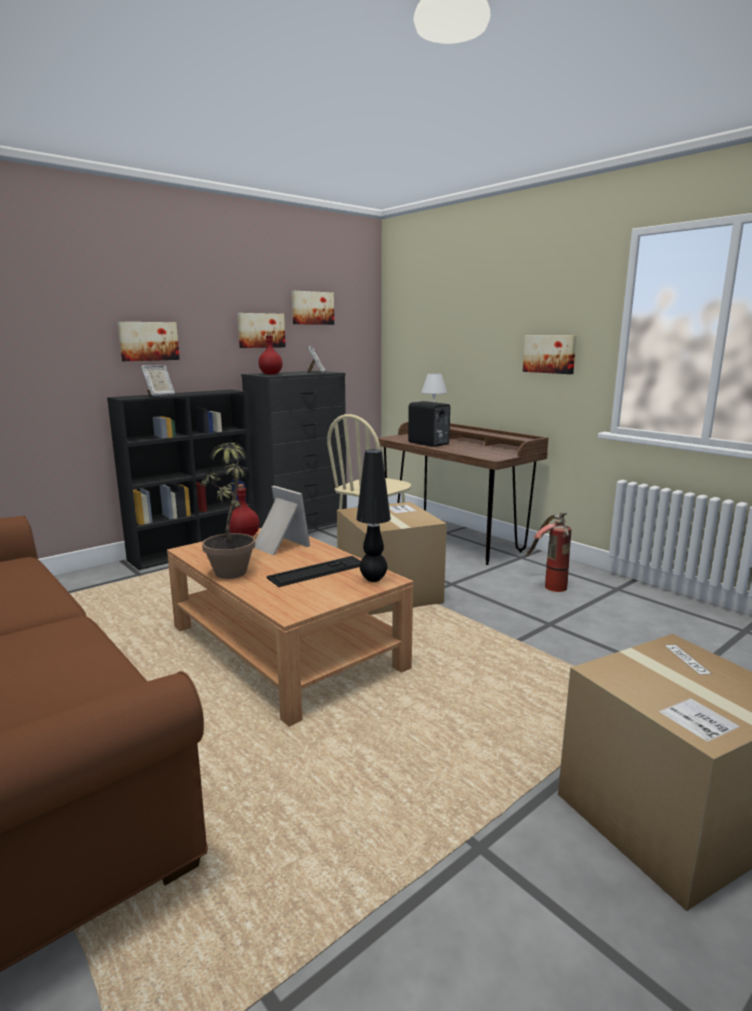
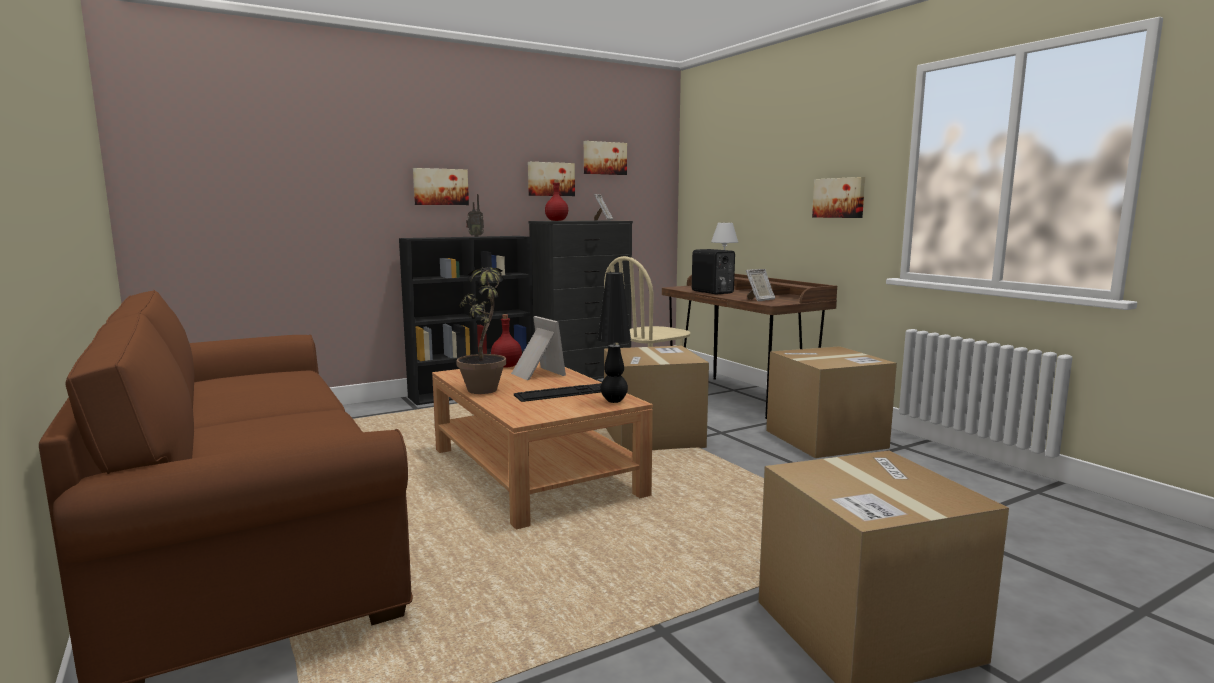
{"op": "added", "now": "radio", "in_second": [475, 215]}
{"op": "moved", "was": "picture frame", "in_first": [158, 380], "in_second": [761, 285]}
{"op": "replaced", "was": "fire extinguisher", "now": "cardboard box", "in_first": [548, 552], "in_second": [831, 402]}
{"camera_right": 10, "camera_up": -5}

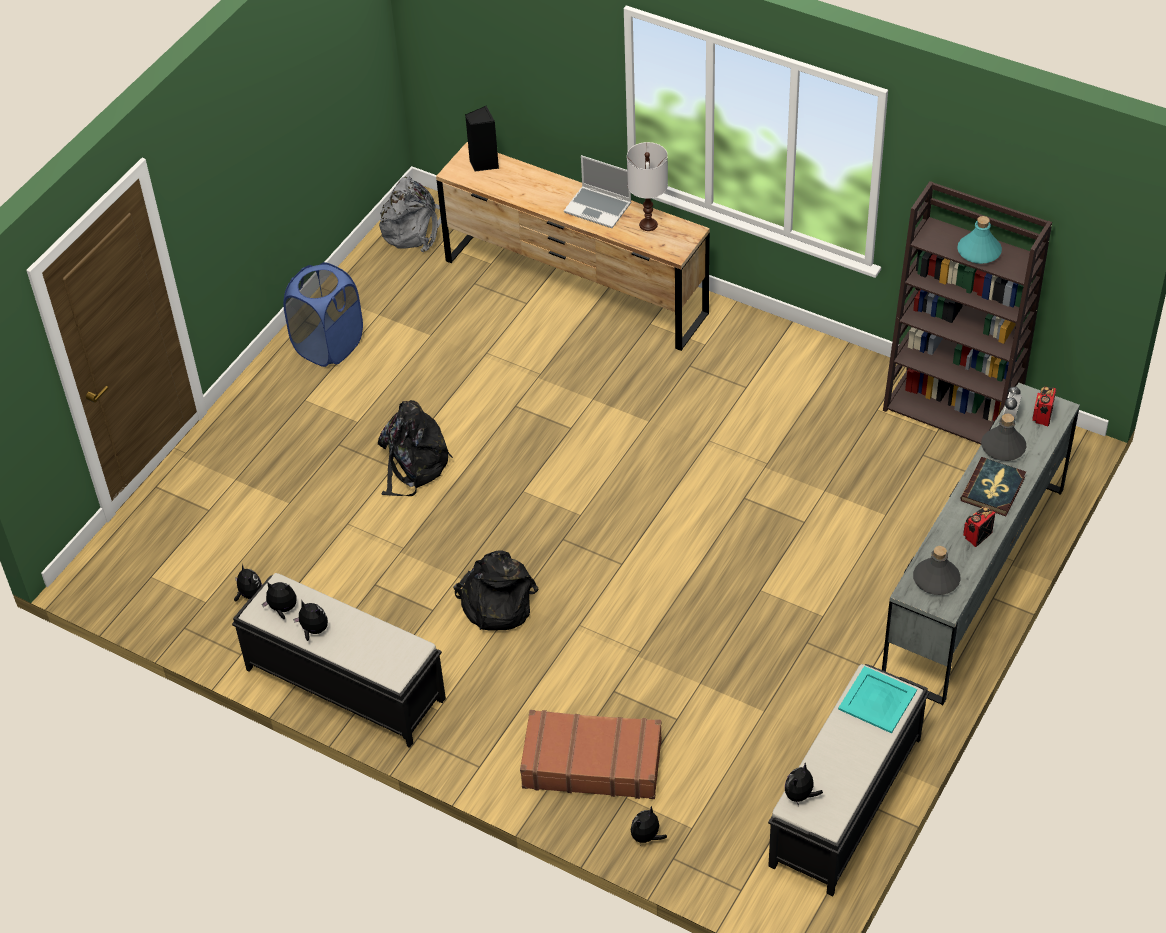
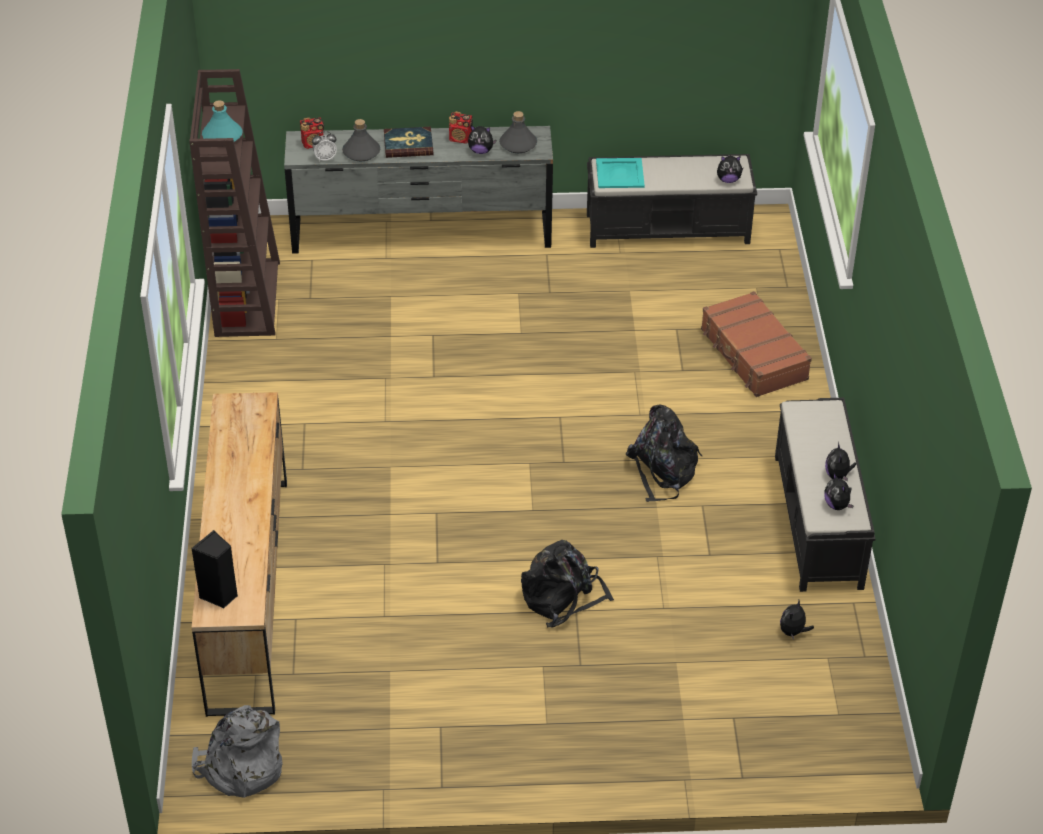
{"op": "moved", "was": "plush toy", "in_first": [649, 826], "in_second": [482, 140]}
{"op": "removed", "was": "blue laundry basket", "in_first": [323, 314]}
{"op": "removed", "was": "laptop", "in_first": [597, 191]}
{"op": "removed", "was": "white table lamp", "in_first": [647, 186]}
{"camera_right": -125, "camera_up": -5}

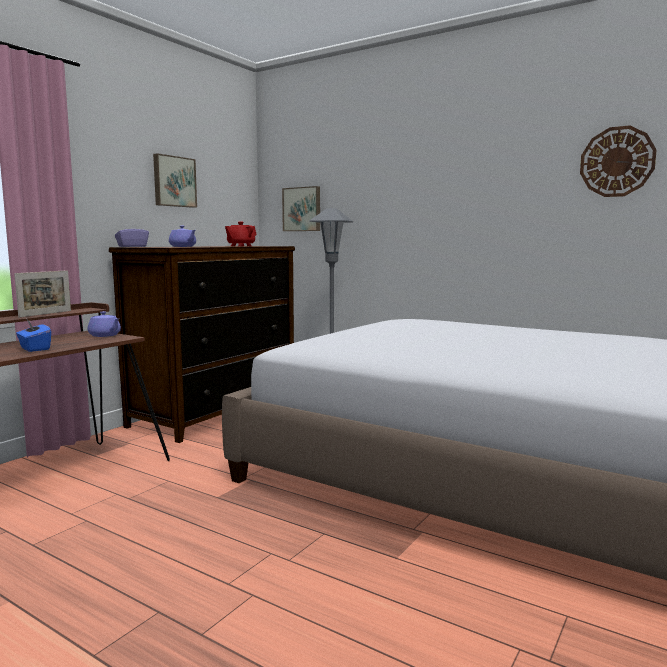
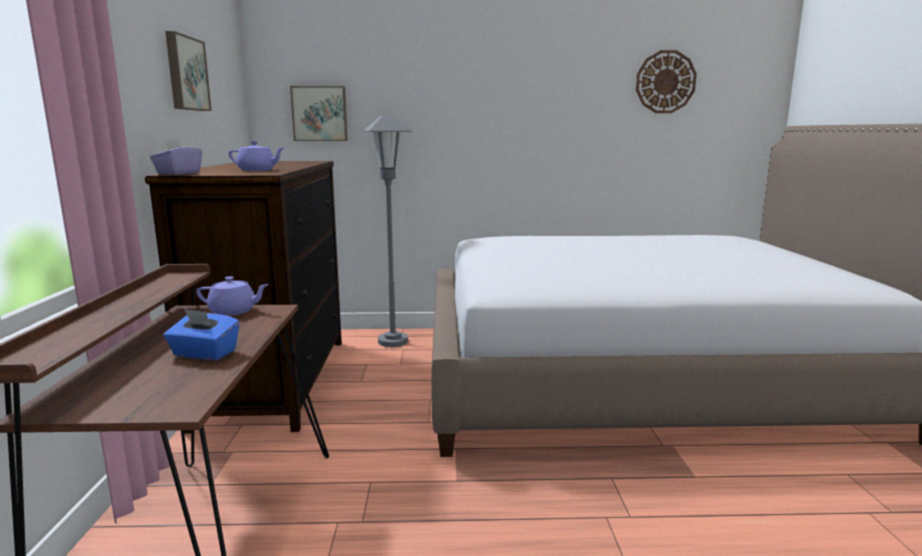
{"op": "removed", "was": "picture frame", "in_first": [42, 293]}
{"op": "removed", "was": "red teapot", "in_first": [241, 234]}
{"camera_right": -35, "camera_up": 5}

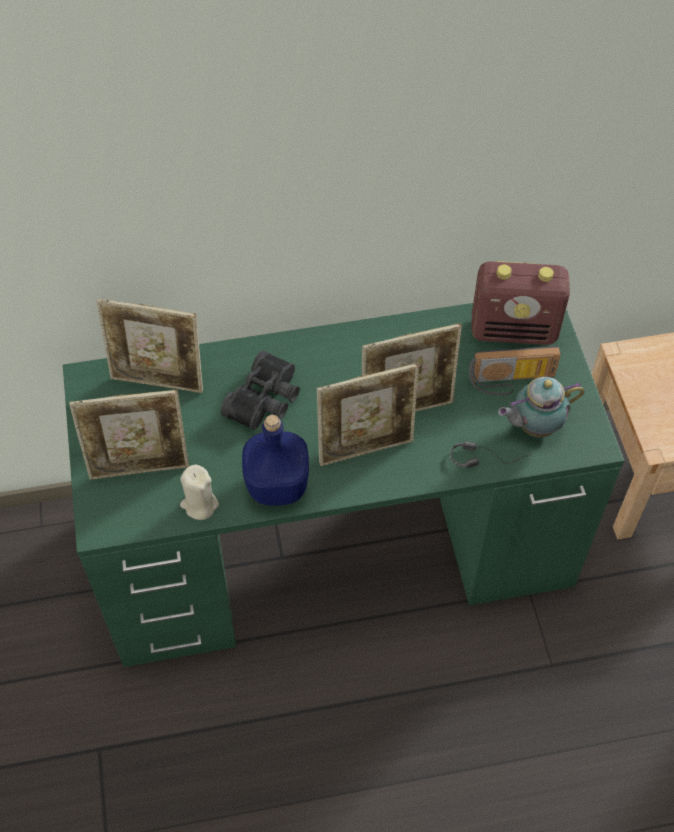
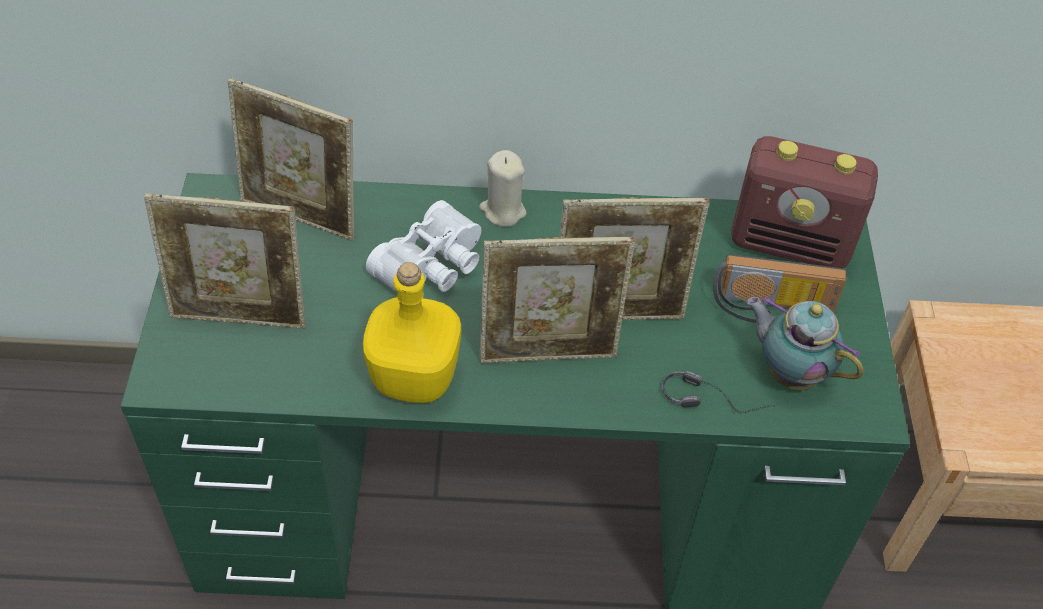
{"op": "recoloured", "was": "blue bottle", "now": "yellow bottle", "in_first": [275, 460], "in_second": [412, 332]}
{"op": "recoloured", "was": "black binoculars", "now": "white binoculars", "in_first": [260, 390], "in_second": [423, 246]}
{"op": "moved", "was": "beige candle", "in_first": [199, 492], "in_second": [503, 188]}
{"op": "turned", "was": "teapot", "in_first": [541, 407], "in_second": [805, 343], "clockwise": 45}
{"camera_right": 10, "camera_up": -5}

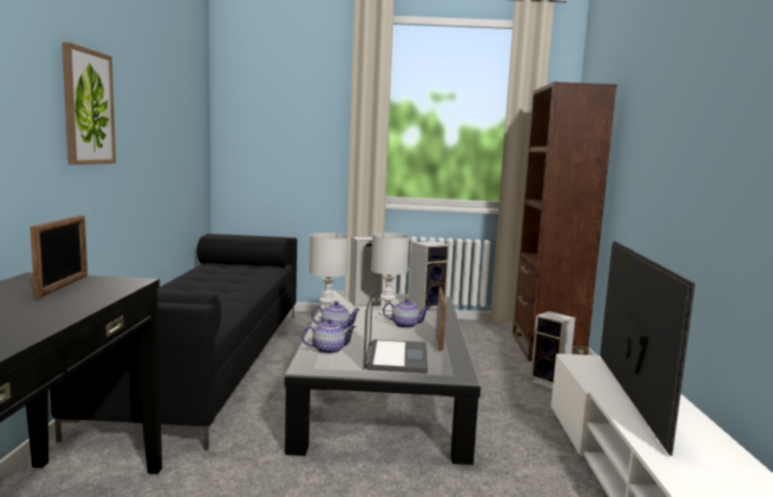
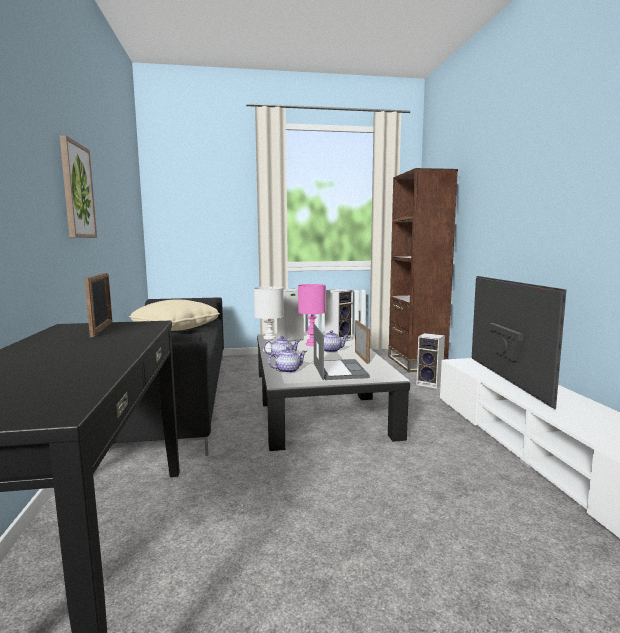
{"op": "added", "now": "beige pillow", "in_second": [174, 315]}
{"op": "recoloured", "was": "white table lamp", "now": "pink table lamp", "in_first": [390, 274], "in_second": [312, 315]}
{"camera_right": -10, "camera_up": 0}

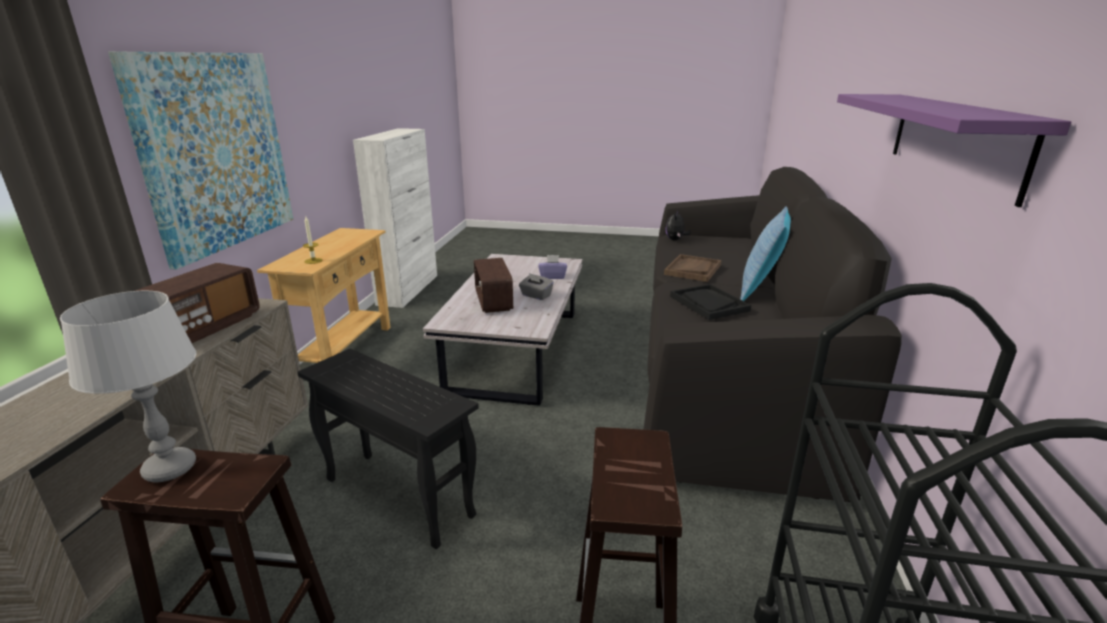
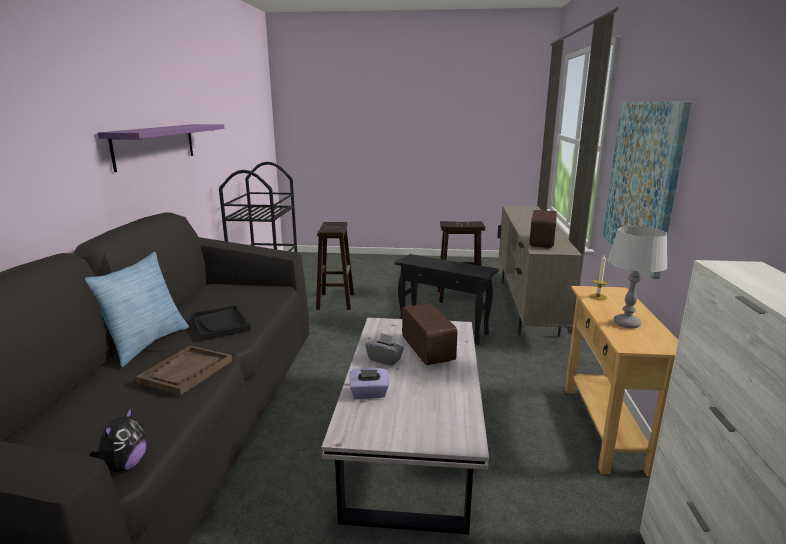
{"op": "moved", "was": "grey table lamp", "in_first": [128, 386], "in_second": [637, 277]}
{"camera_right": 175, "camera_up": -5}

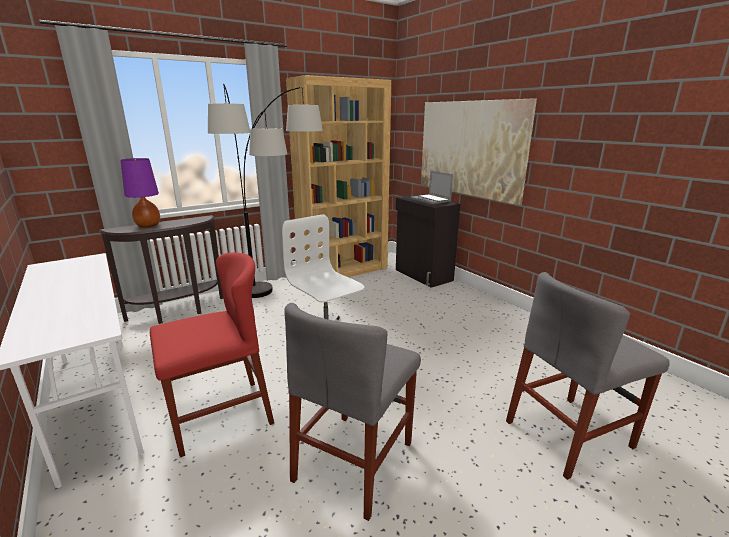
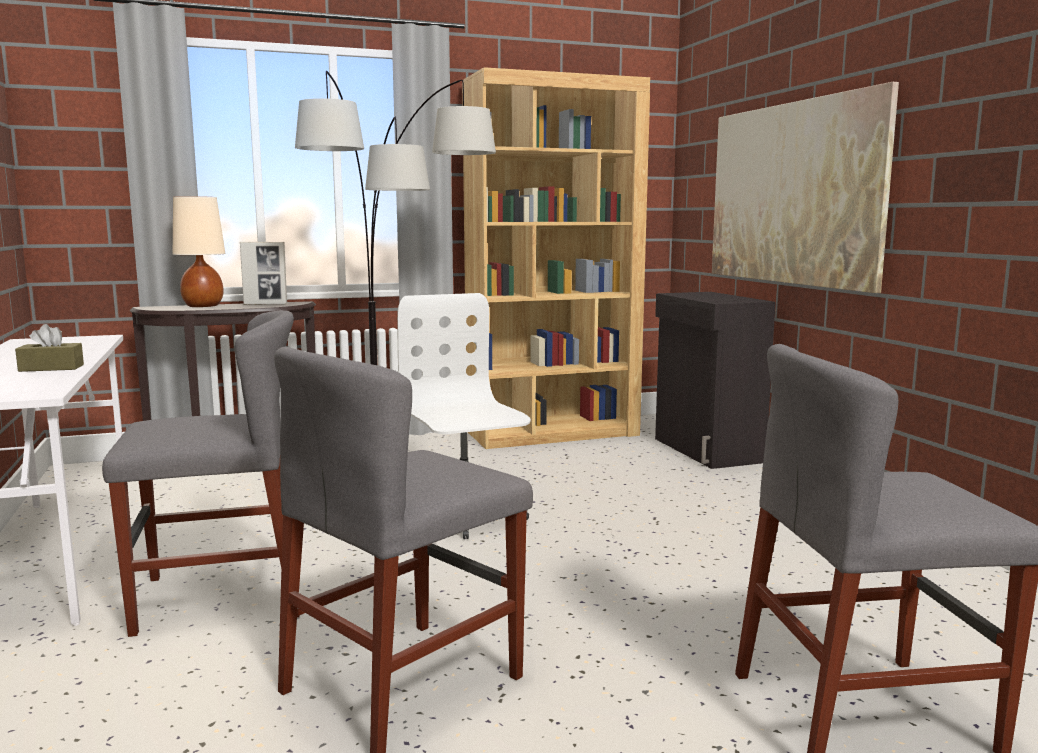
{"op": "added", "now": "brown tissue box", "in_second": [49, 348]}
{"op": "recoloured", "was": "red chair", "now": "grey chair", "in_first": [212, 355], "in_second": [201, 473]}
{"op": "recoloured", "was": "purple table lamp", "now": "beige table lamp", "in_first": [140, 193], "in_second": [199, 251]}
{"op": "added", "now": "picture frame", "in_second": [263, 273]}
{"op": "removed", "was": "laptop", "in_first": [431, 187]}
{"camera_right": 15, "camera_up": -10}

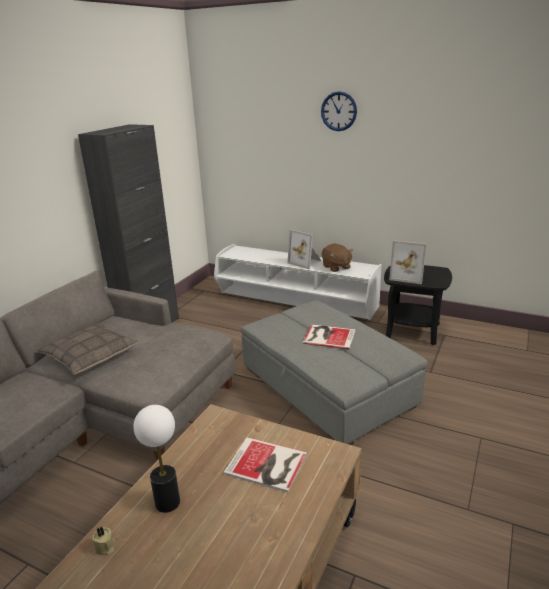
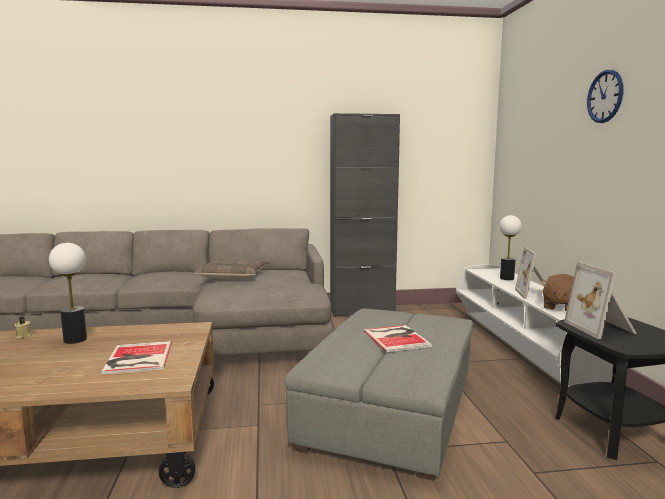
{"op": "added", "now": "table lamp", "in_second": [511, 247]}
{"camera_right": 55, "camera_up": -15}

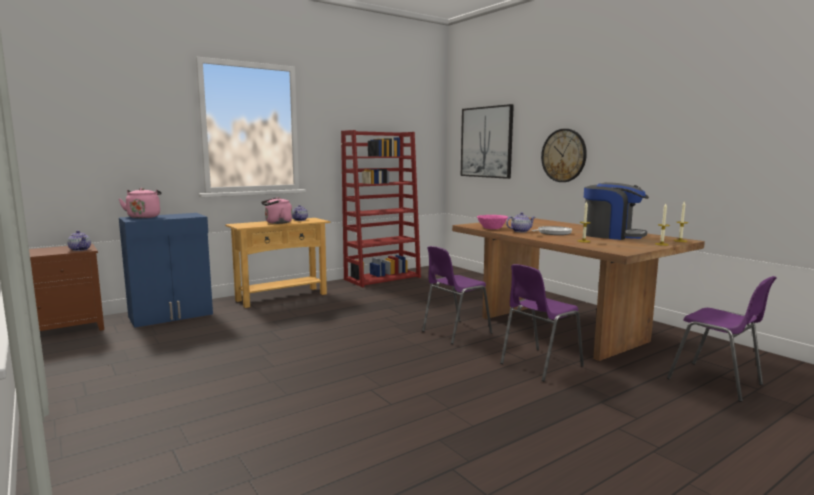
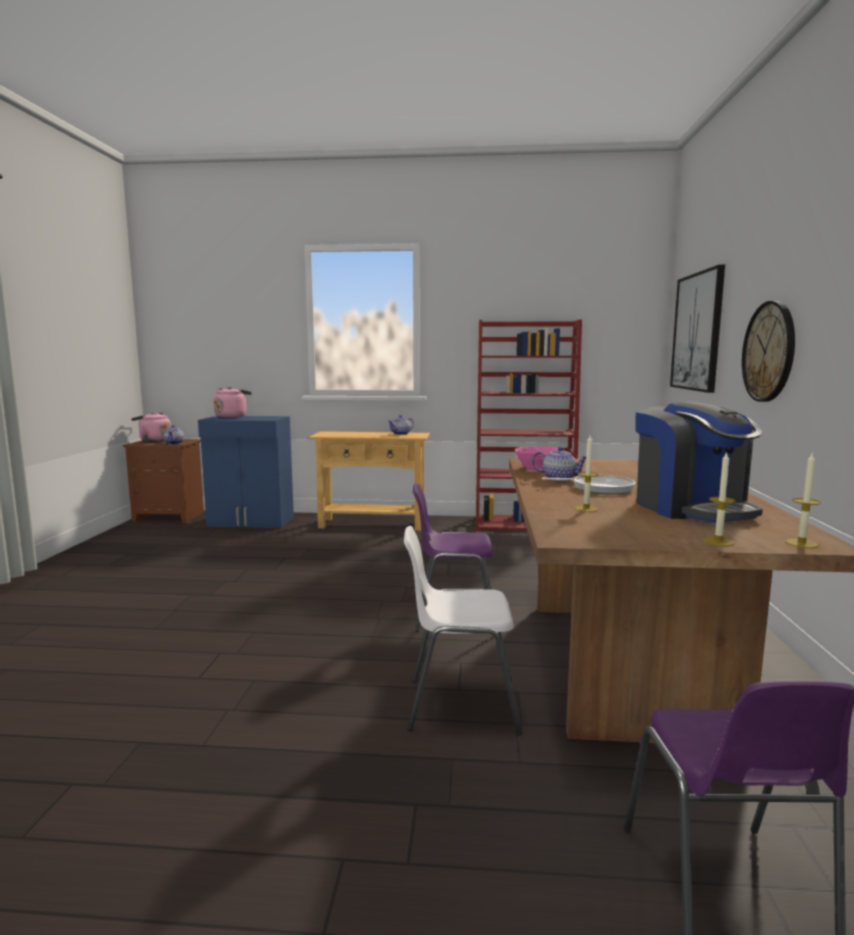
{"op": "moved", "was": "pink kettle", "in_first": [276, 210], "in_second": [151, 427]}
{"op": "recoloured", "was": "purple chair", "now": "white chair", "in_first": [542, 322], "in_second": [463, 630]}
{"camera_right": 40, "camera_up": 0}

